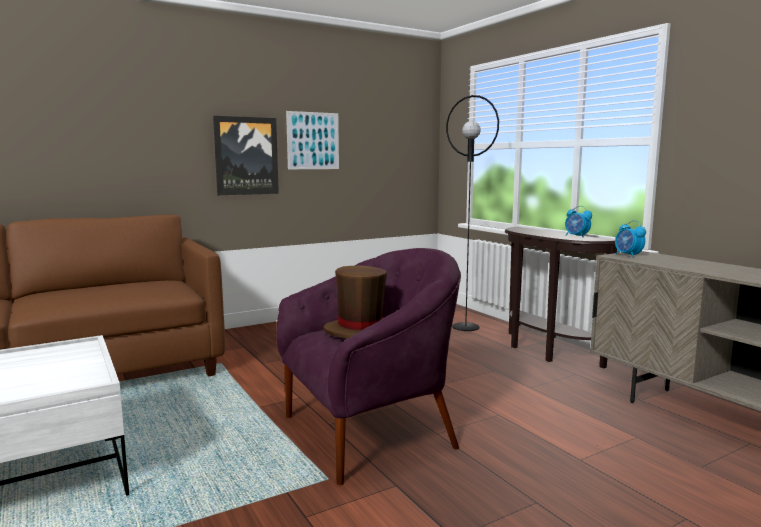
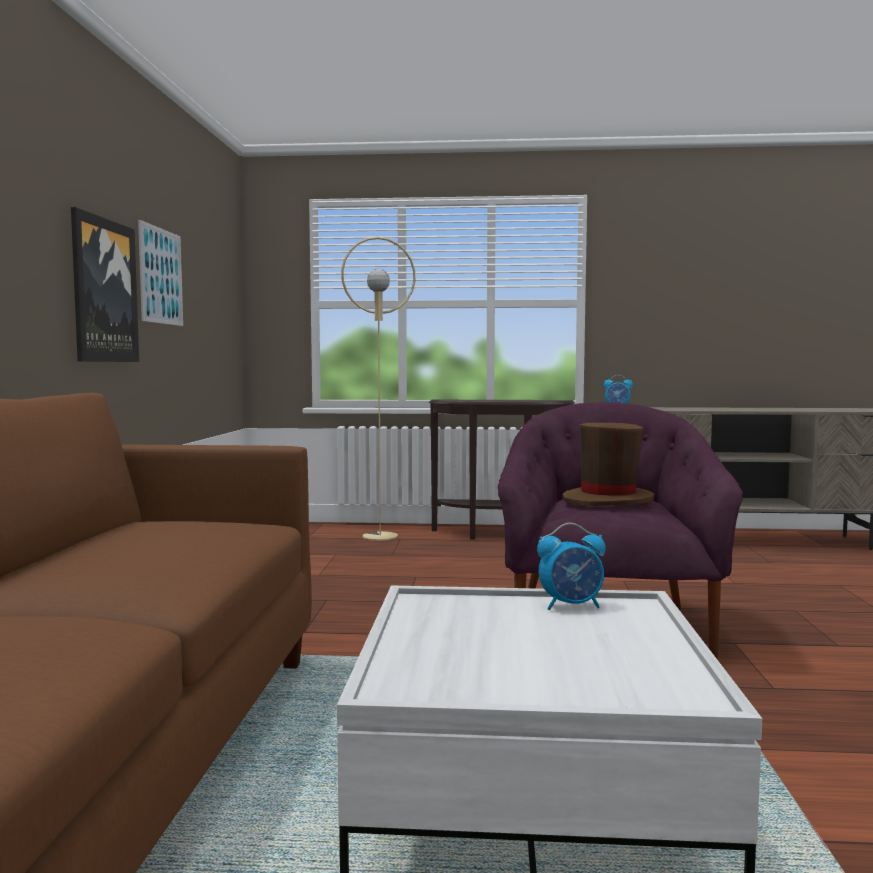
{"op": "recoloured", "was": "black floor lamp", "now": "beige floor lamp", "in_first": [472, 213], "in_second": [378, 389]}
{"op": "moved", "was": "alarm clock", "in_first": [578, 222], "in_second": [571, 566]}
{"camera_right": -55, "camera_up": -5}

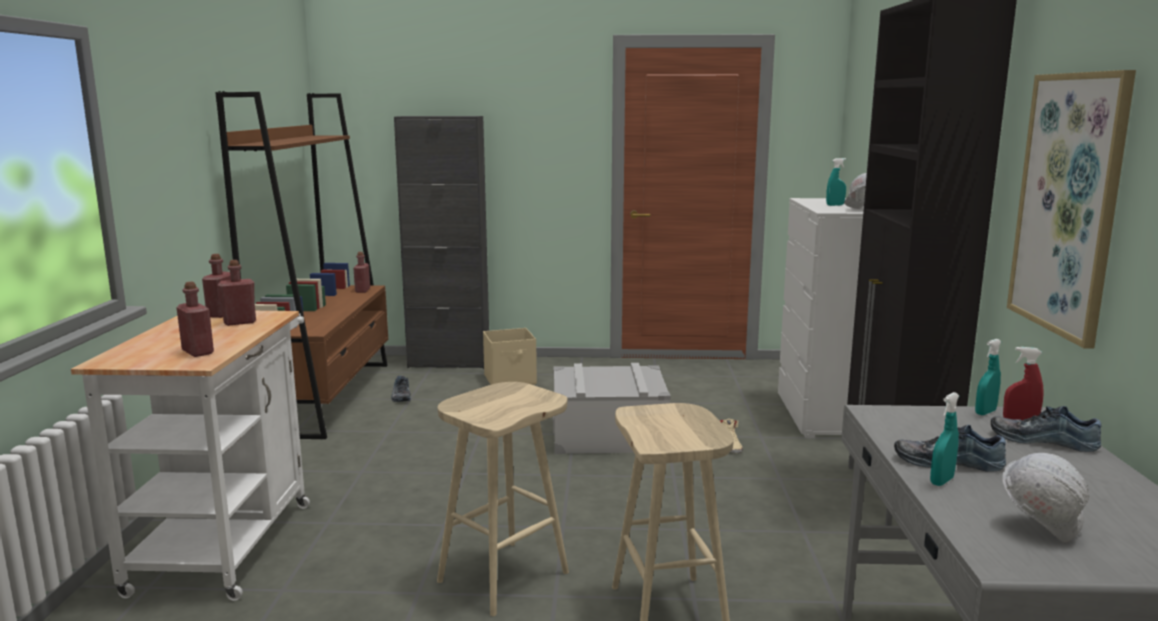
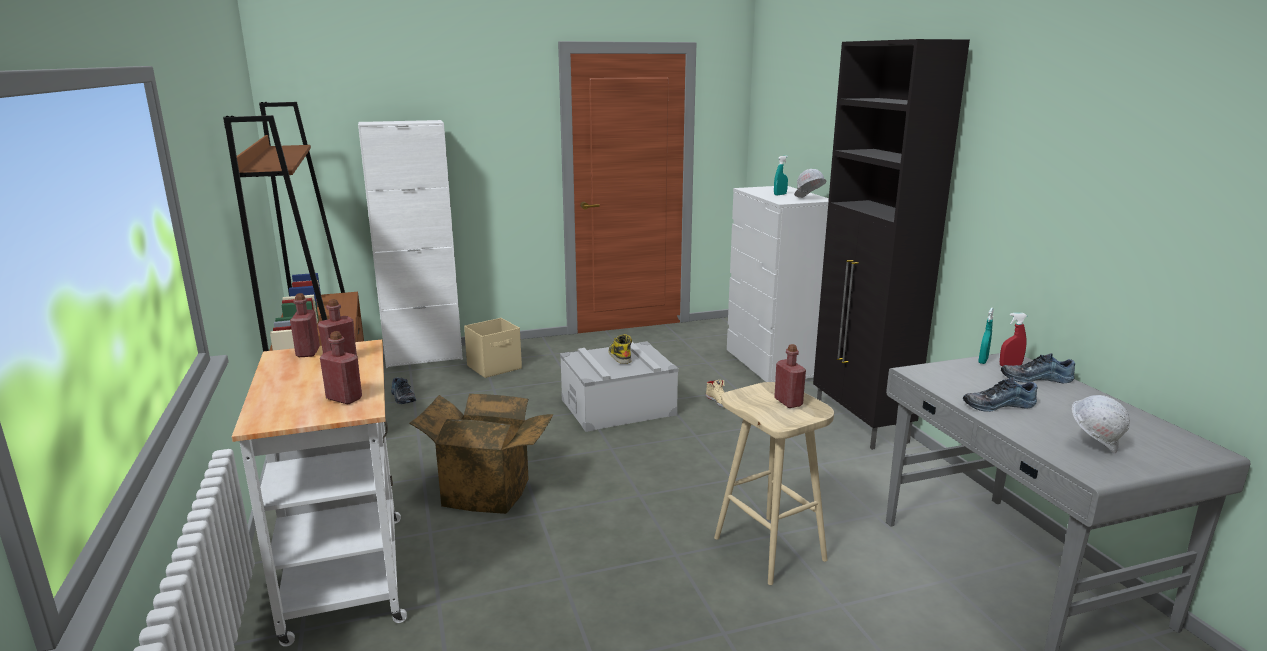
{"op": "recoloured", "was": "black cabinet", "now": "white cabinet", "in_first": [441, 242], "in_second": [410, 244]}
{"op": "added", "now": "cardboard box", "in_second": [481, 454]}
{"op": "added", "now": "boot", "in_second": [620, 349]}
{"op": "moved", "was": "red bottle", "in_first": [361, 272], "in_second": [790, 376]}
{"op": "removed", "was": "beige stool", "in_first": [503, 499]}
{"op": "removed", "was": "turquoise spray bottle", "in_first": [944, 439]}
{"op": "removed", "was": "picture", "in_first": [1071, 209]}
{"camera_right": -20, "camera_up": 5}

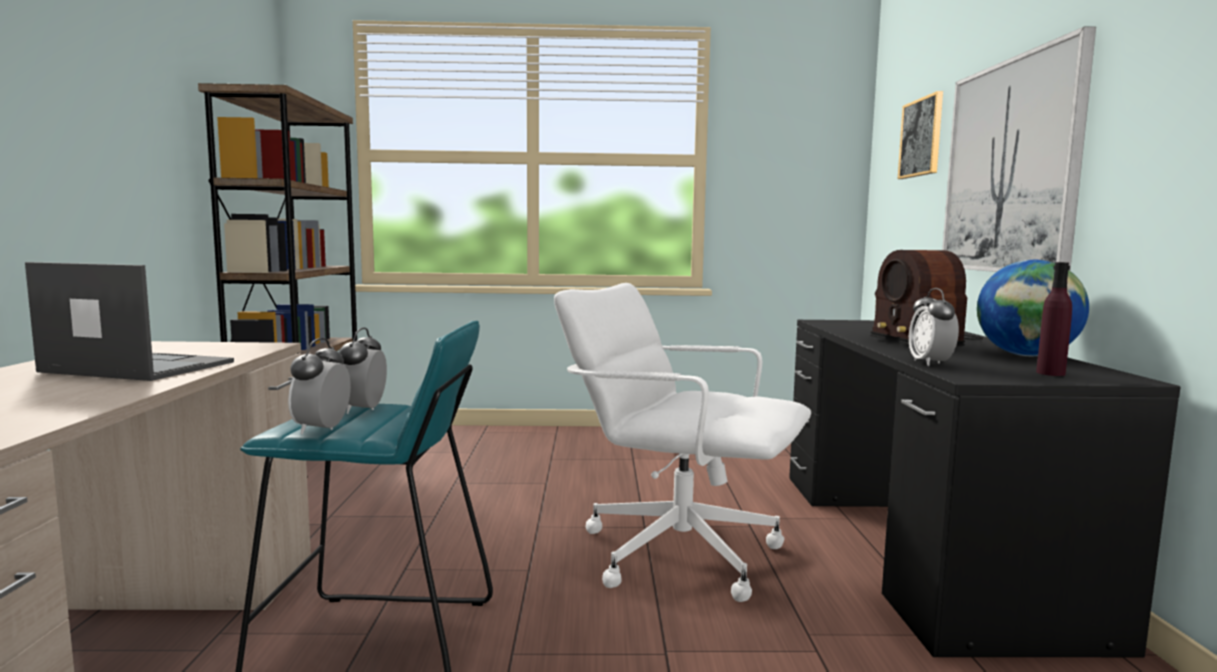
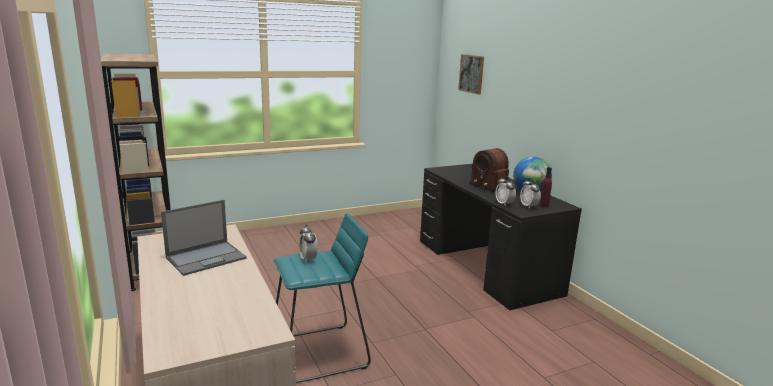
{"op": "turned", "was": "laptop", "in_first": [129, 321], "in_second": [204, 238], "clockwise": 150}
{"op": "moved", "was": "alarm clock", "in_first": [319, 386], "in_second": [530, 193]}
{"op": "removed", "was": "white office chair", "in_first": [682, 442]}
{"op": "removed", "was": "picture", "in_first": [1019, 149]}
{"camera_right": -25, "camera_up": 10}

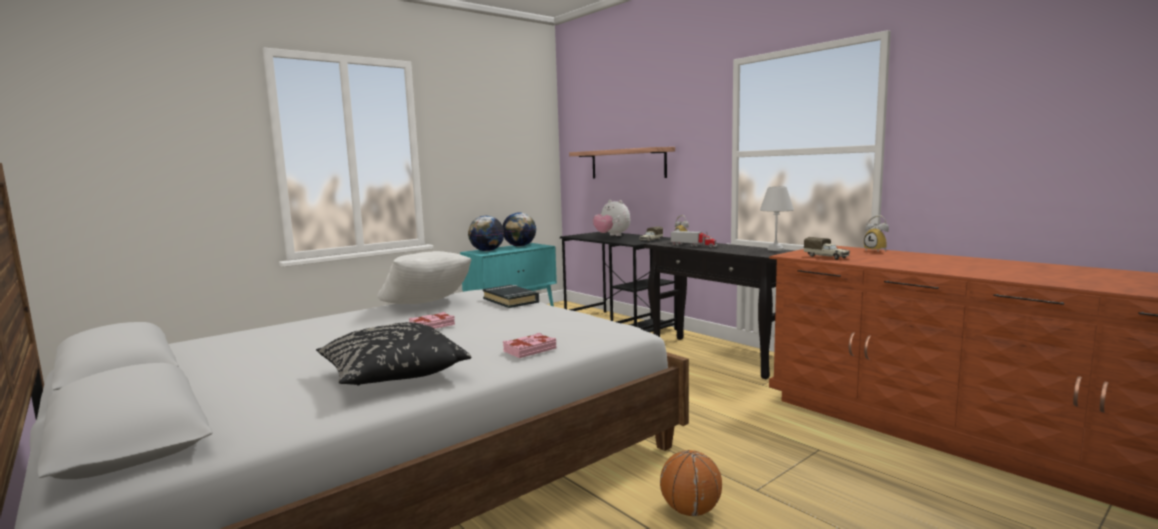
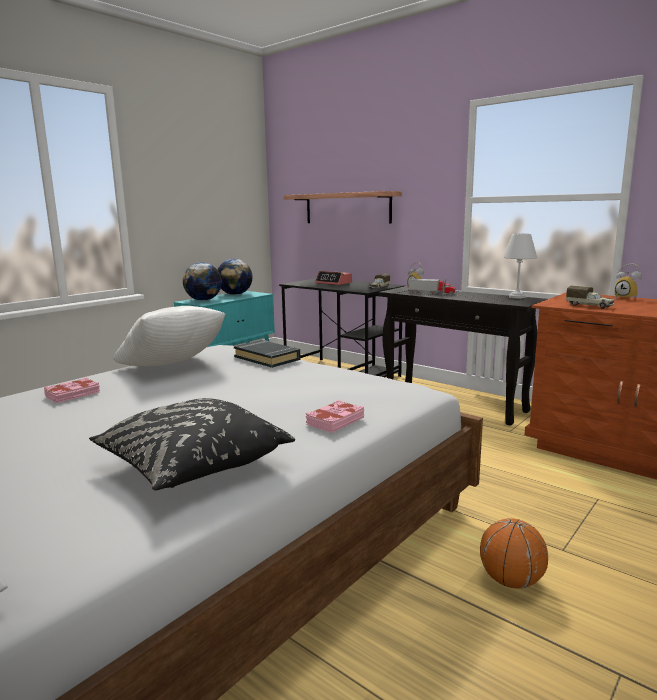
{"op": "moved", "was": "pink book", "in_first": [432, 320], "in_second": [72, 390]}
{"op": "replaced", "was": "plush toy", "now": "alarm clock", "in_first": [611, 218], "in_second": [333, 278]}
{"camera_right": -10, "camera_up": 5}

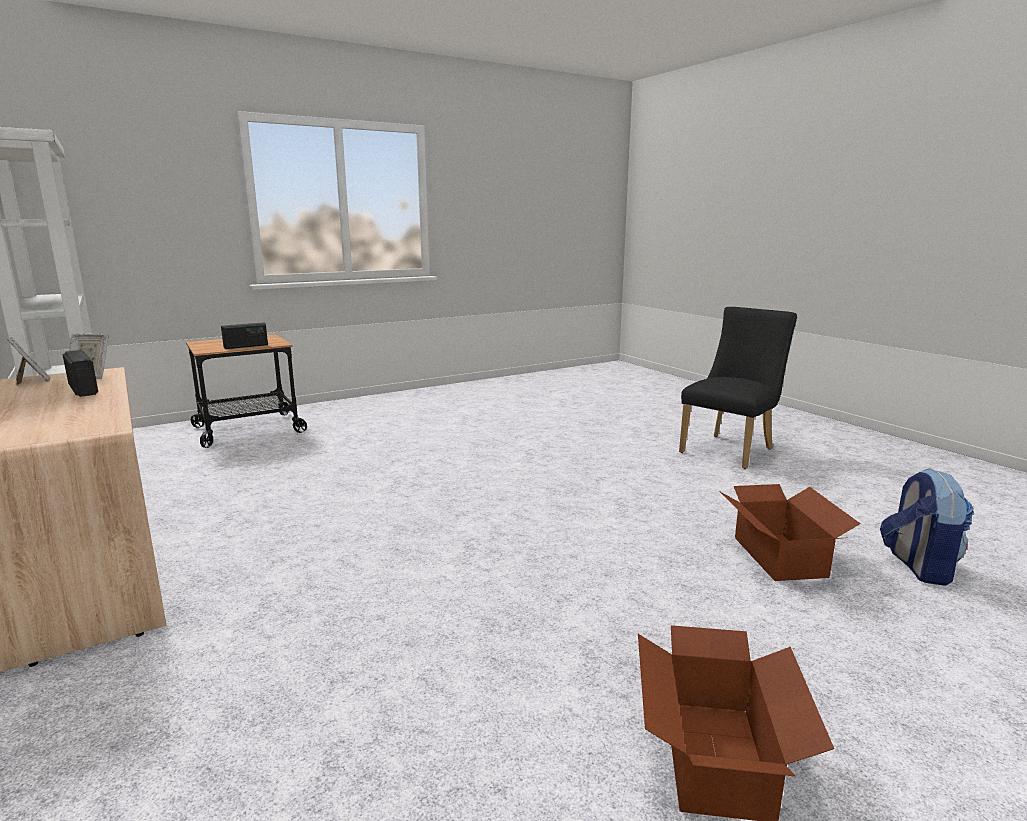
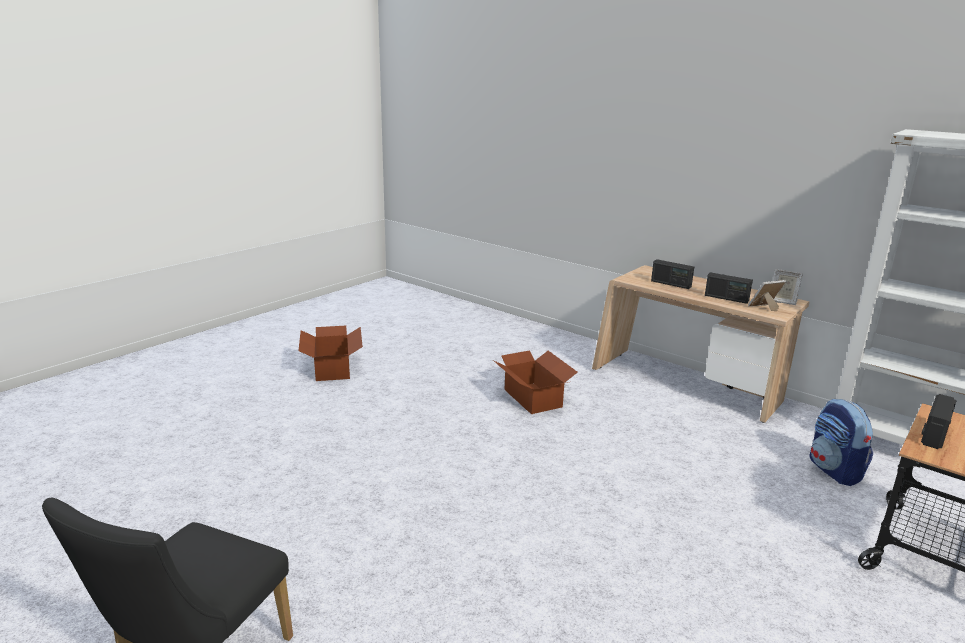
{"op": "moved", "was": "cardboard box", "in_first": [790, 532], "in_second": [535, 382]}
{"op": "added", "now": "radio", "in_second": [672, 274]}
{"op": "moved", "was": "backpack", "in_first": [927, 527], "in_second": [841, 442]}
{"camera_right": 160, "camera_up": 5}

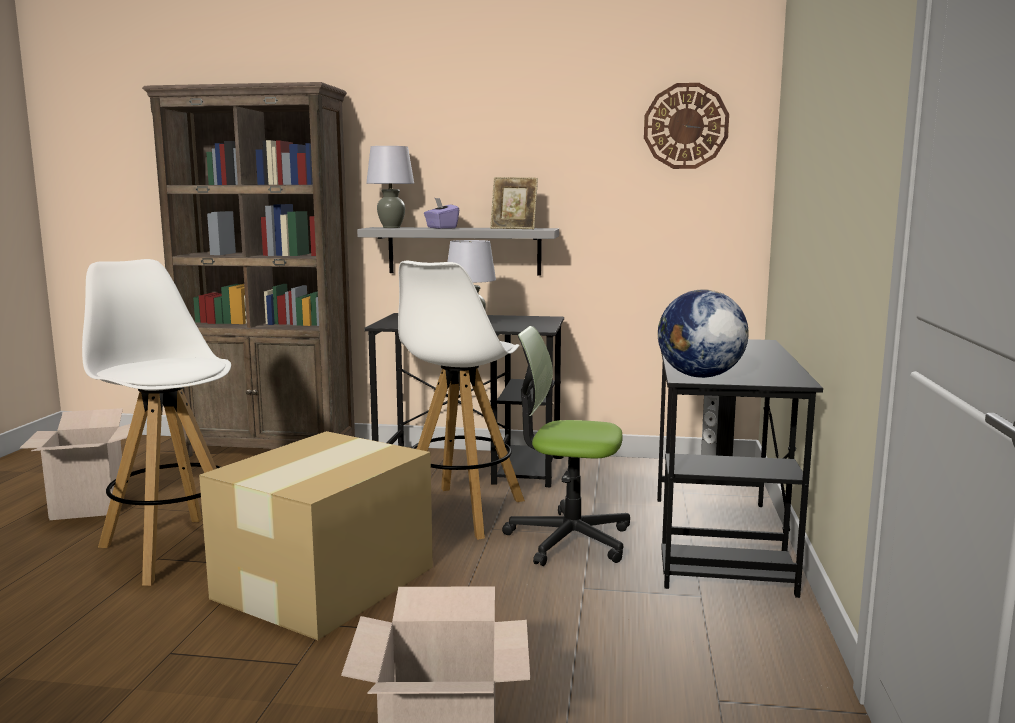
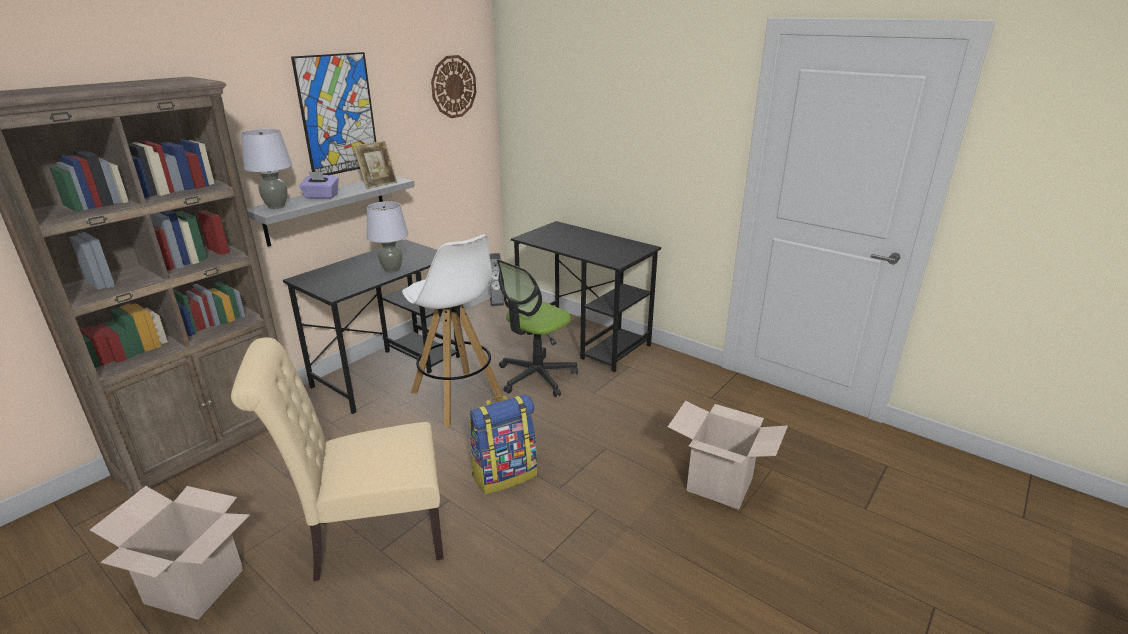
{"op": "replaced", "was": "white stool", "now": "beige chair", "in_first": [156, 422], "in_second": [337, 459]}
{"op": "added", "now": "picture", "in_second": [333, 113]}
{"op": "replaced", "was": "cardboard box", "now": "backpack", "in_first": [316, 535], "in_second": [503, 444]}
{"op": "removed", "was": "globe", "in_first": [703, 333]}
{"camera_right": -60, "camera_up": 15}

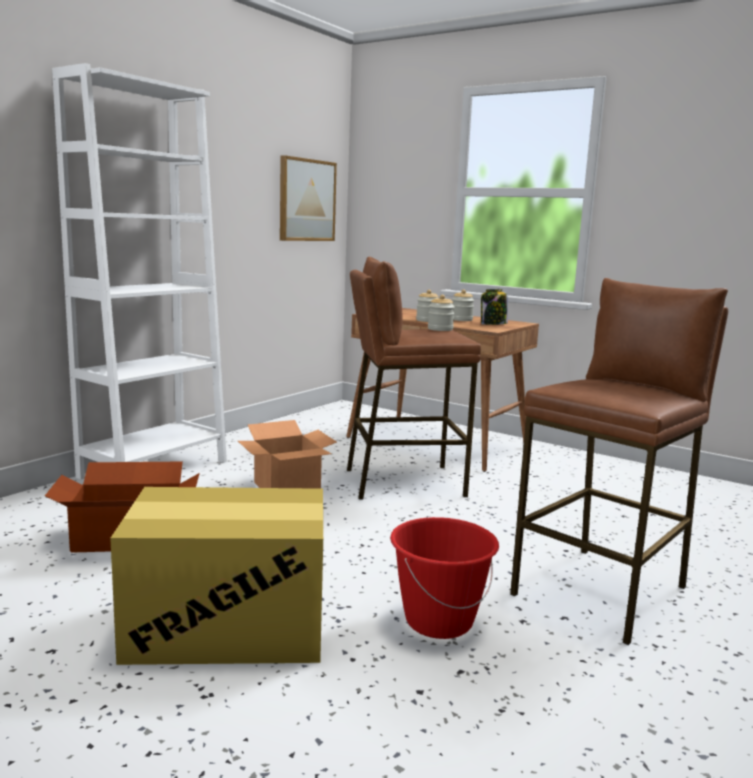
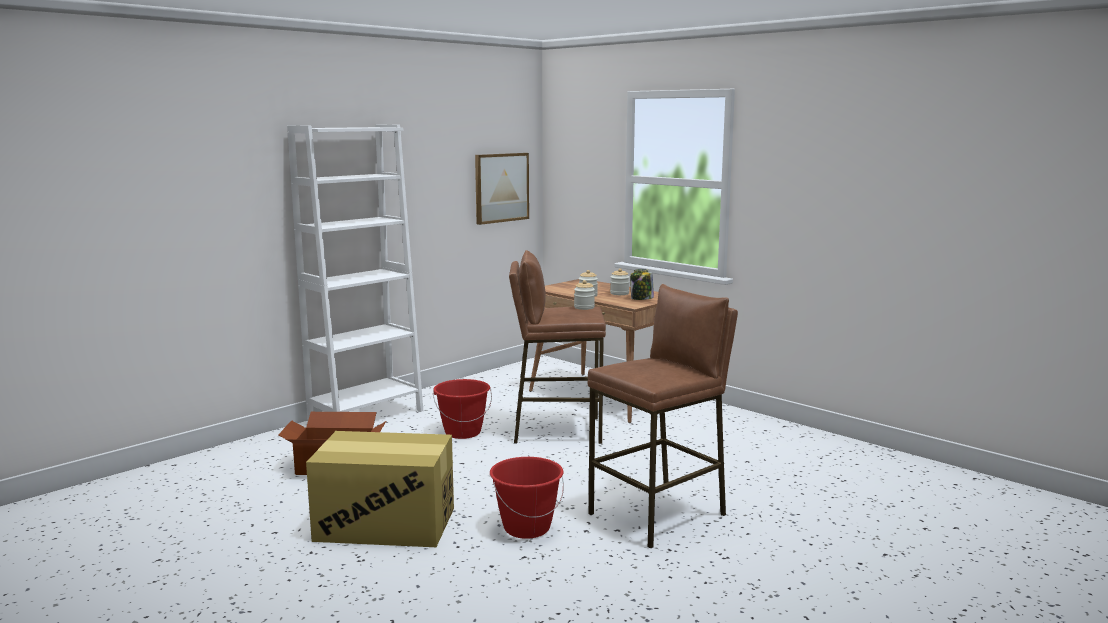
{"op": "replaced", "was": "cardboard box", "now": "red bucket", "in_first": [287, 454], "in_second": [462, 409]}
{"camera_right": 10, "camera_up": 0}

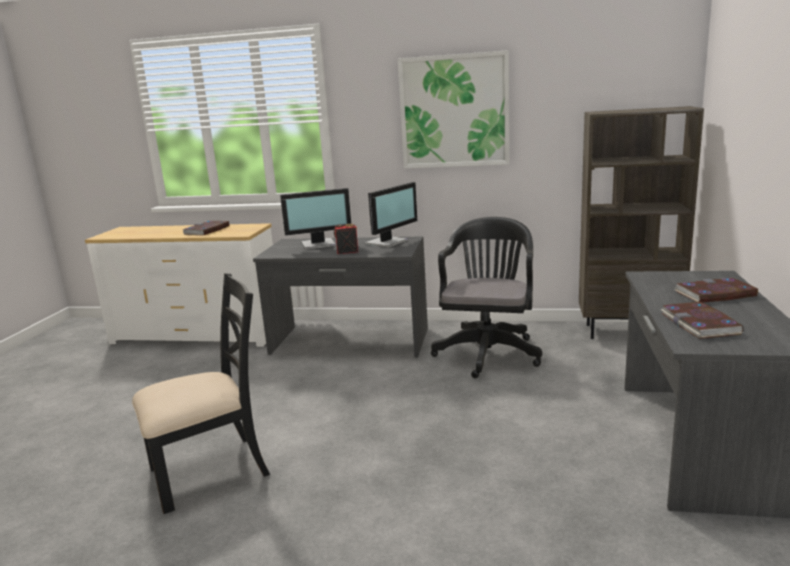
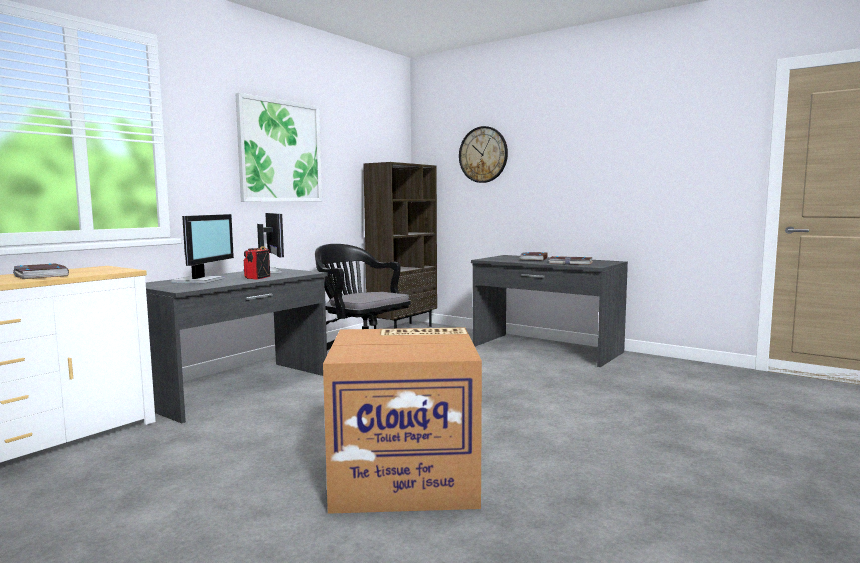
{"op": "replaced", "was": "black chair", "now": "cardboard box", "in_first": [201, 393], "in_second": [402, 420]}
{"op": "added", "now": "wall clock", "in_second": [483, 154]}
{"camera_right": -65, "camera_up": -10}

